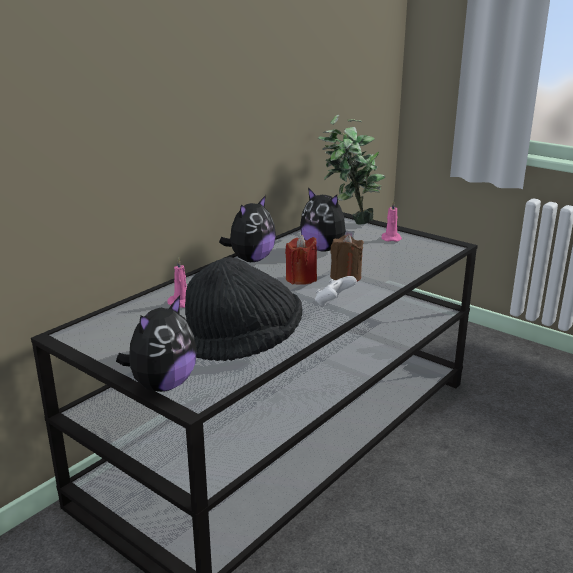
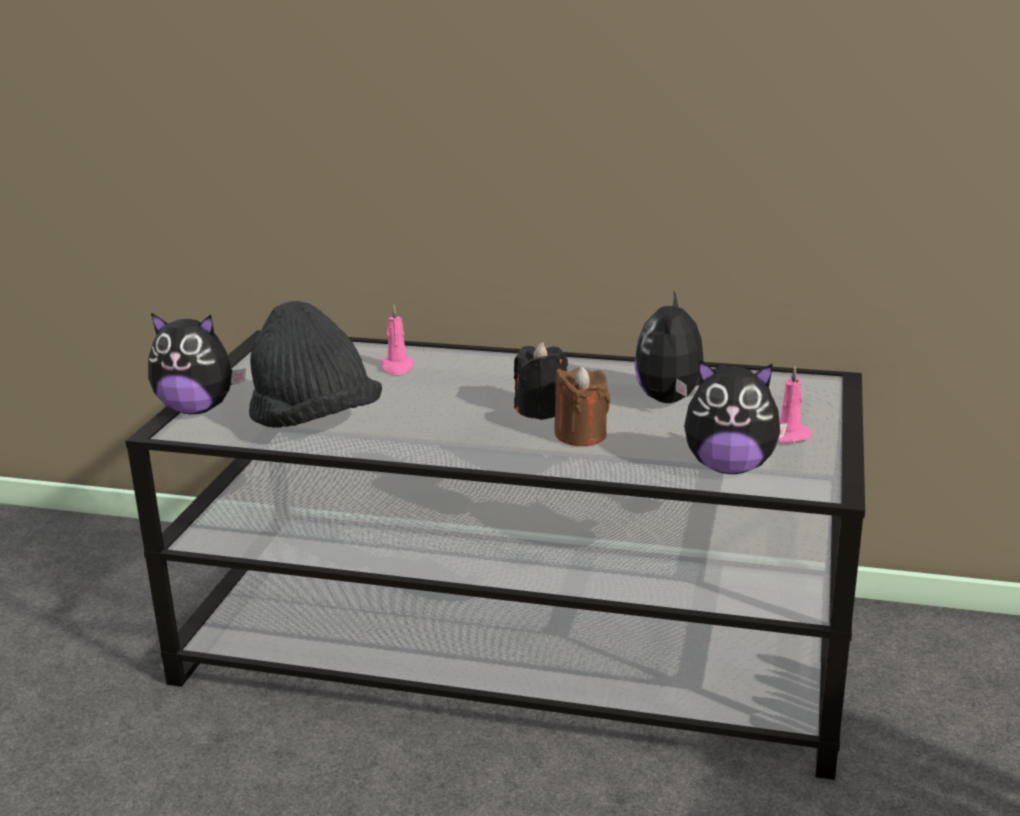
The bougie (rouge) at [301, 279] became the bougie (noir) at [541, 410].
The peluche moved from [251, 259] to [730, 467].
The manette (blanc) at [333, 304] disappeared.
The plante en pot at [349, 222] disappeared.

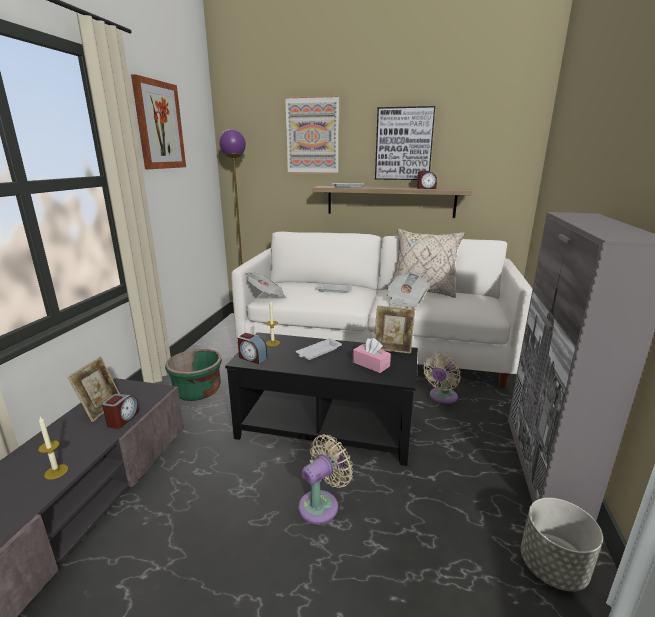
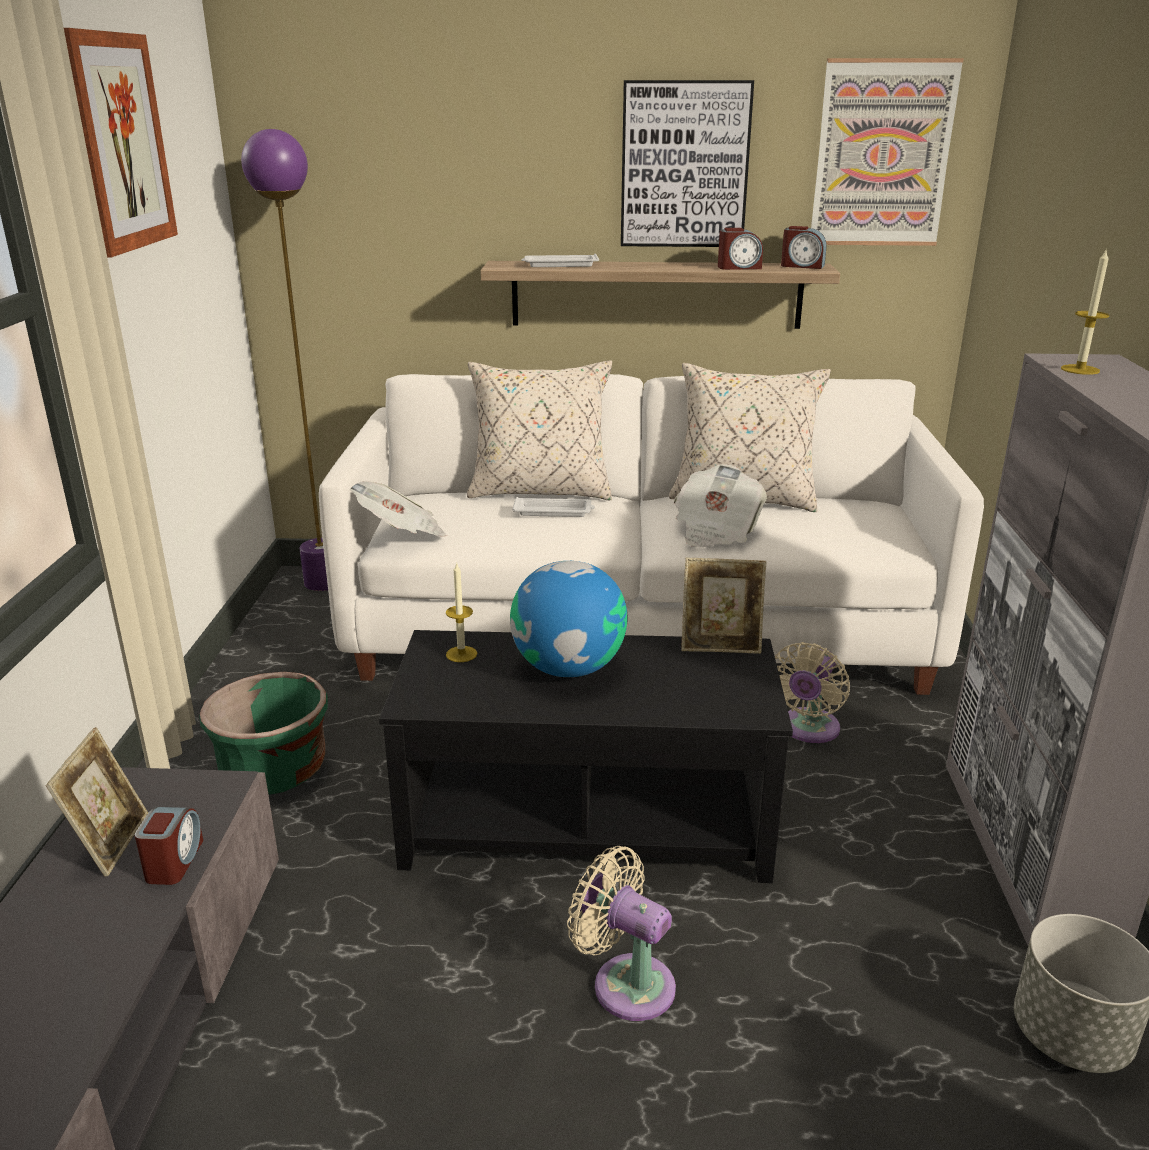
The coussin (beige) at [540, 491] appeared.
The plateau (blanc) at [318, 352] was replaced by the globe at [569, 667].
The ventilateur (beige) at [322, 504] turned 90 degrees counterclockwise.
The réveil moved from [252, 358] to [802, 266].
The tableau moved from [312, 136] to [882, 154].
The bougie moved from [56, 472] to [1080, 369].
The boîte à mouchoirs (rose) at [371, 364] disappeared.

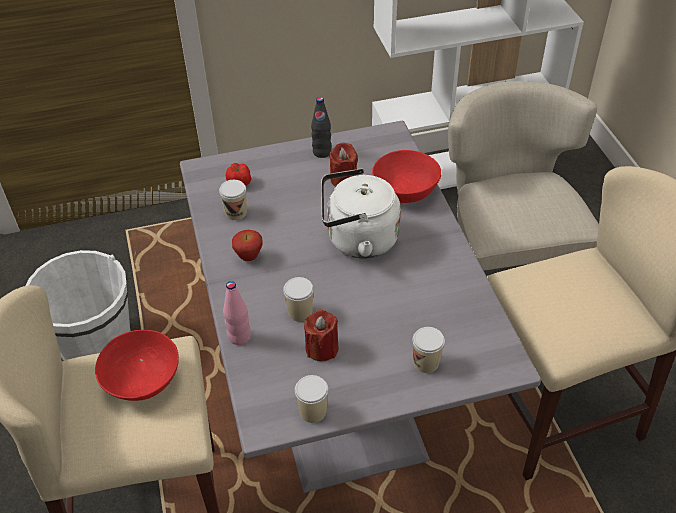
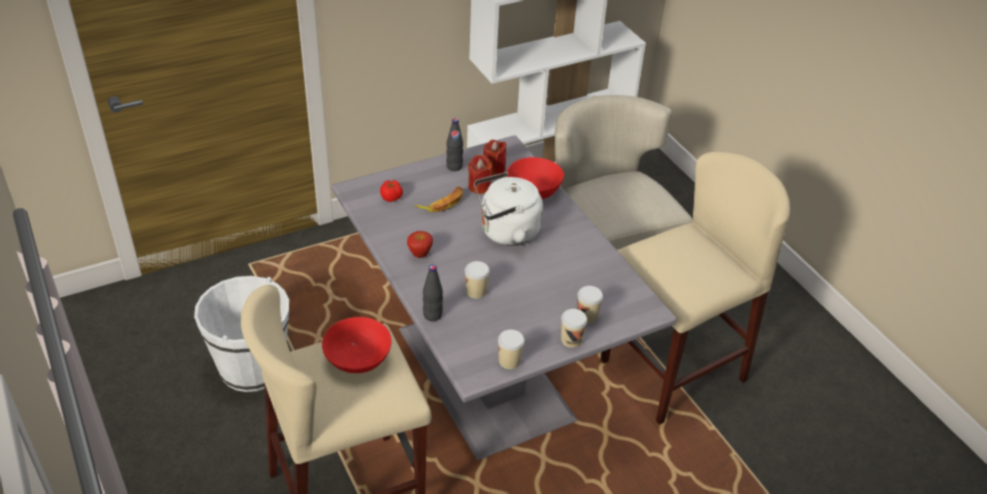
The banane at [442, 202] appeared.
The bouteille (rose) at [239, 337] became the bouteille (noir) at [432, 315].
The bougie (rouge) moved from [322, 348] to [494, 169].
The tasse moved from [236, 212] to [571, 340].

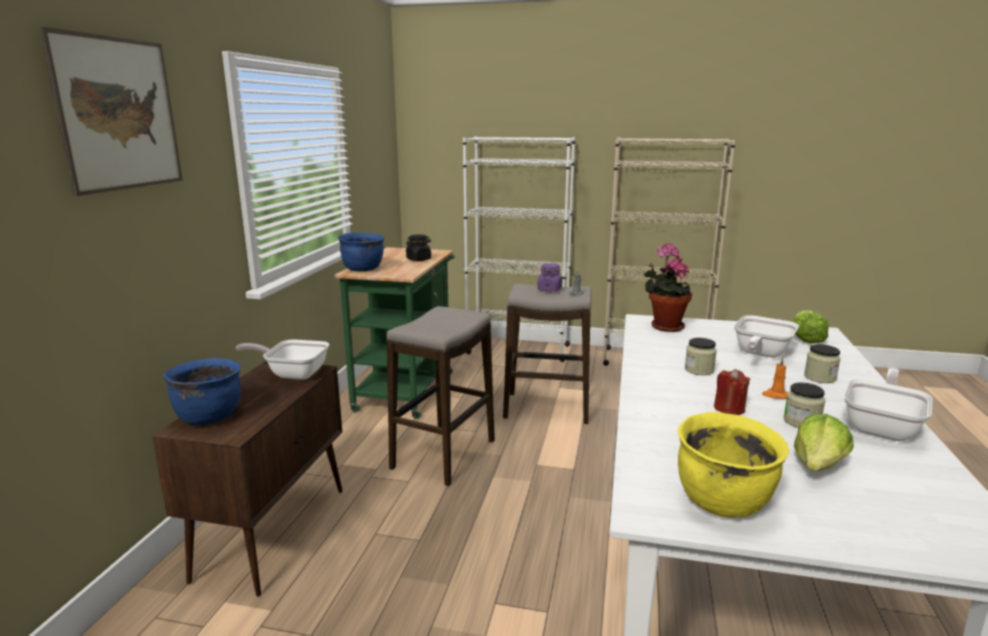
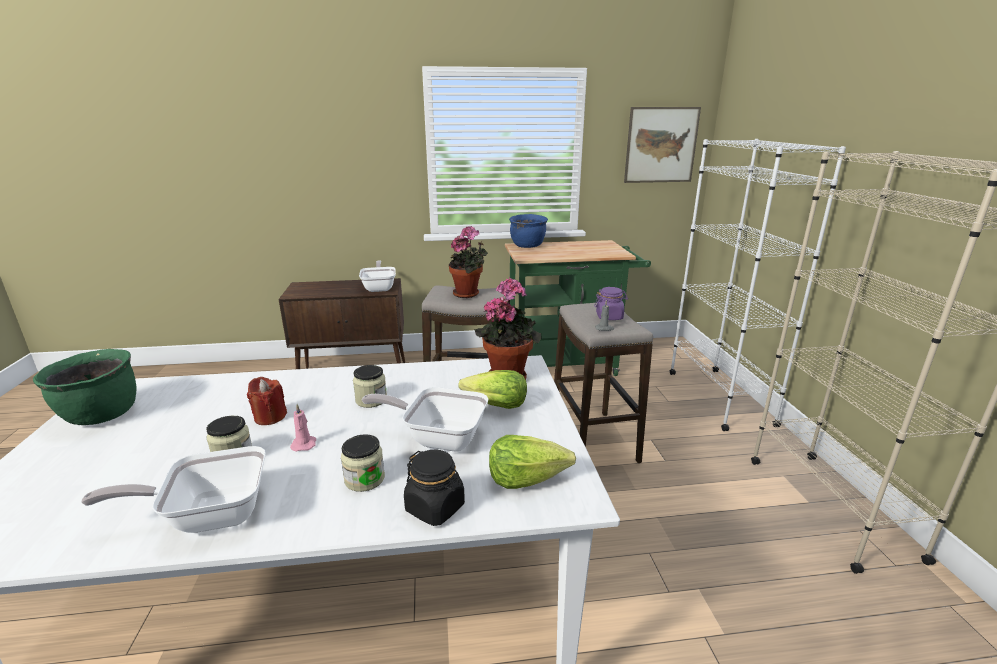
The marmite (jaune) at [723, 503] became the marmite (vert) at [101, 415].
The poêle at [882, 427] turned 150 degrees clockwise.
The bougie (orange) at [775, 395] became the bougie (rose) at [304, 444].
The bocal (noir) moved from [419, 259] to [435, 508].
The plante en pot at [468, 294] appeared.
The laitue moved from [818, 465] to [495, 405].
The tableau moved from [118, 114] to [661, 145].
The marmite (bleu) at [209, 417] disappeared.

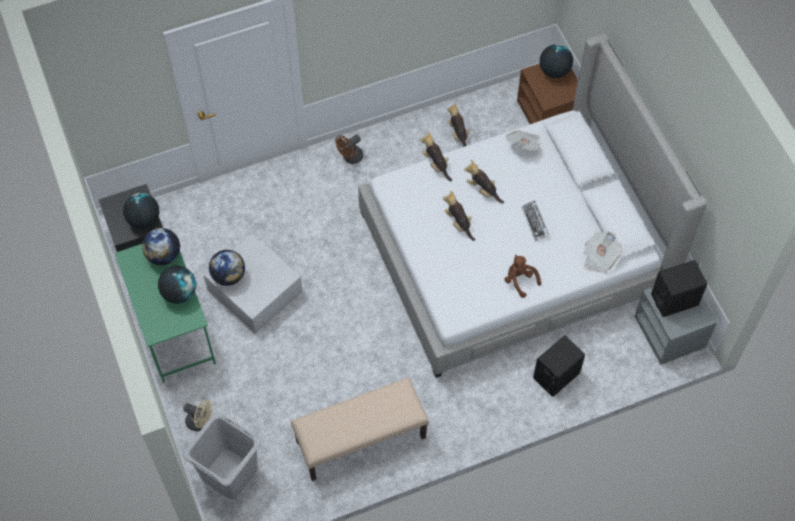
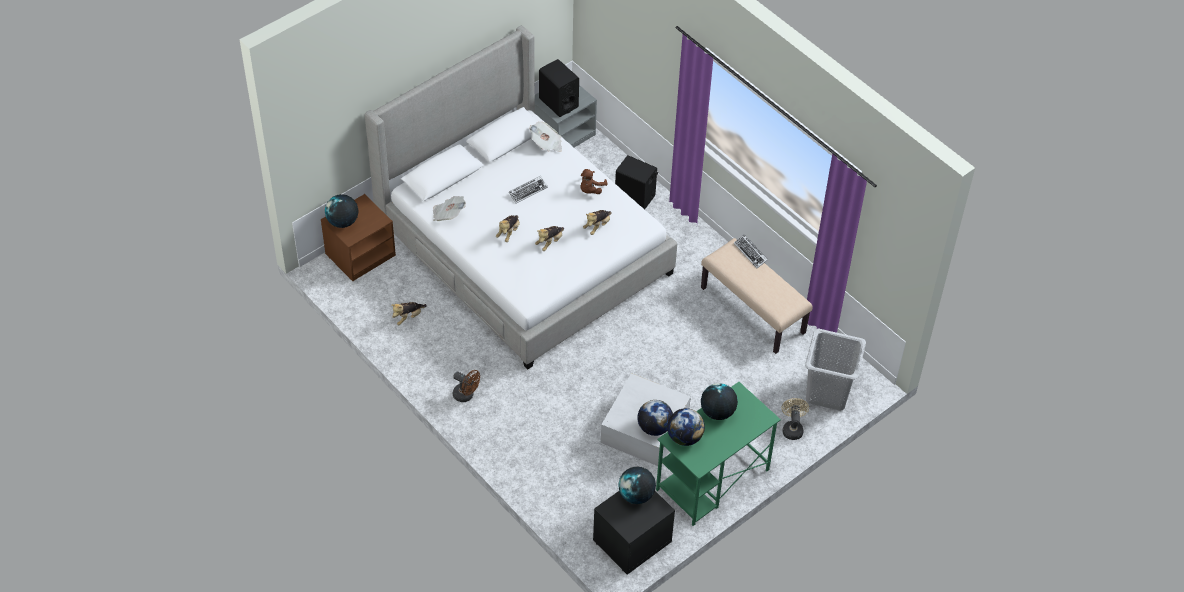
The peluche moved from [436, 164] to [597, 226].
The clavier at [750, 253] appeared.

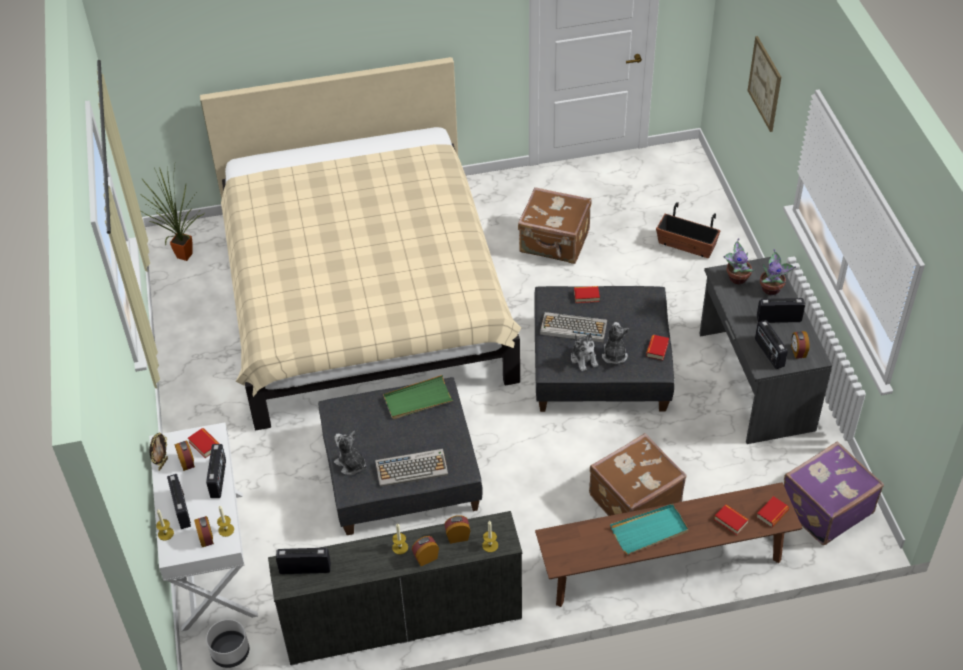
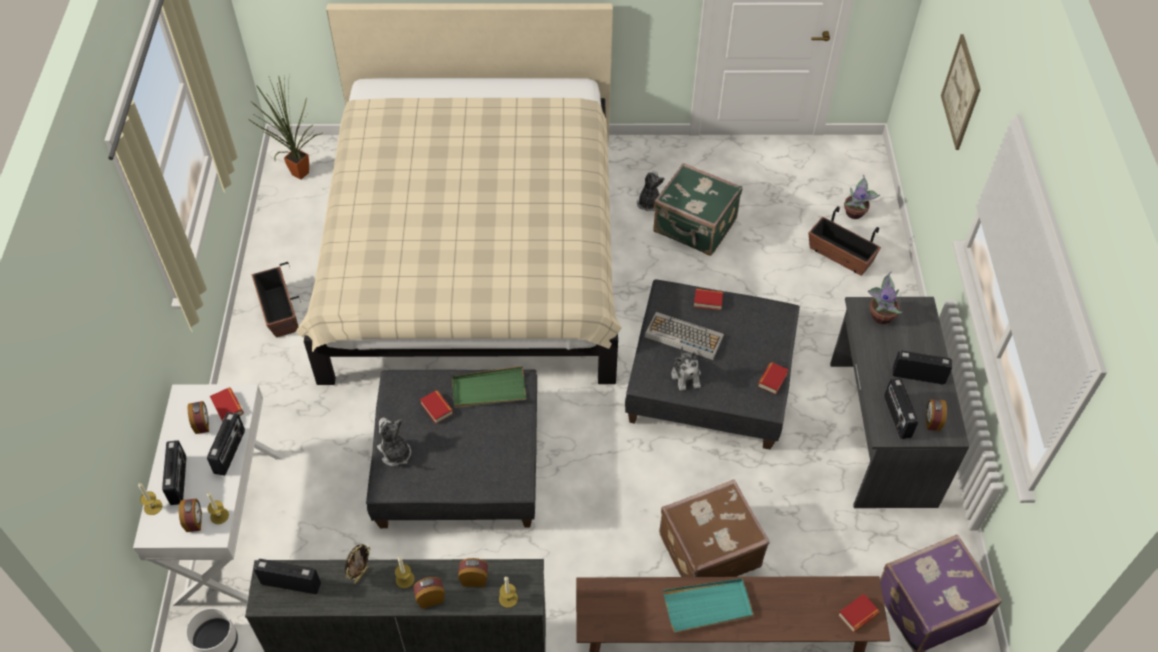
The cache-pot at [279, 311] appeared.
The cadre photo moved from [162, 464] to [361, 575].
The livre moved from [731, 521] to [437, 408].
The peluche moved from [614, 355] to [649, 203].
The valise (marron) at [554, 242] became the valise (vert) at [694, 227].
The plante en pot moved from [772, 289] to [855, 213].
The clavier at [412, 468] disappeared.

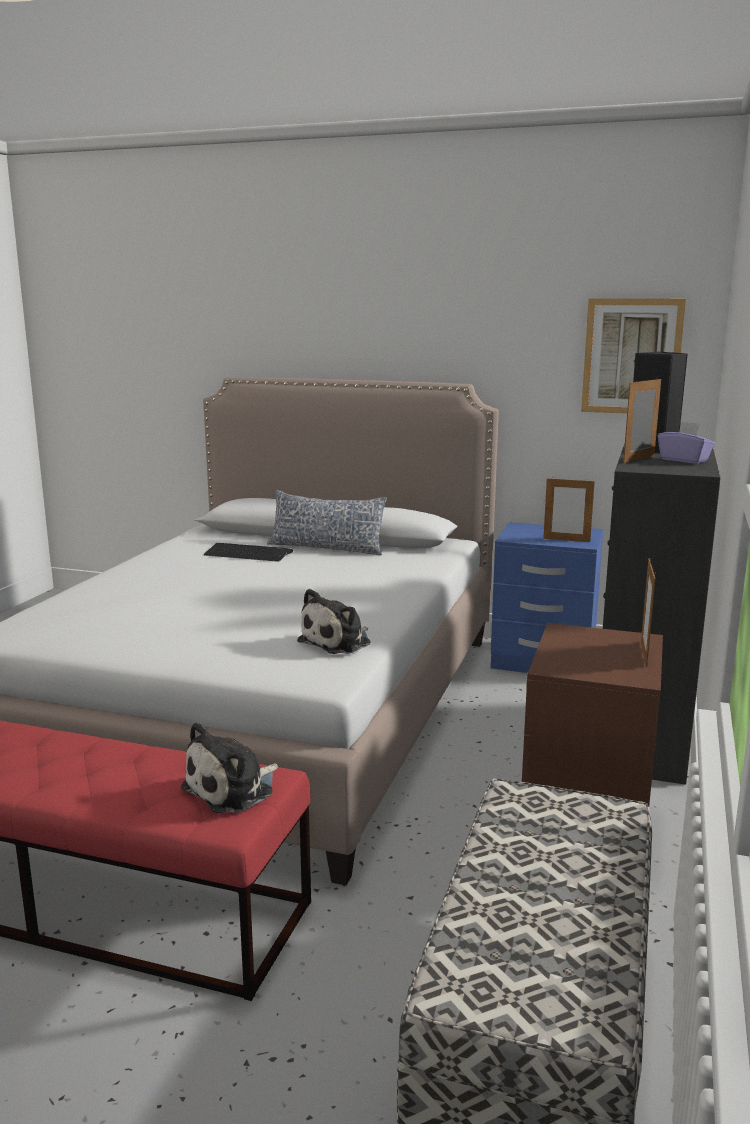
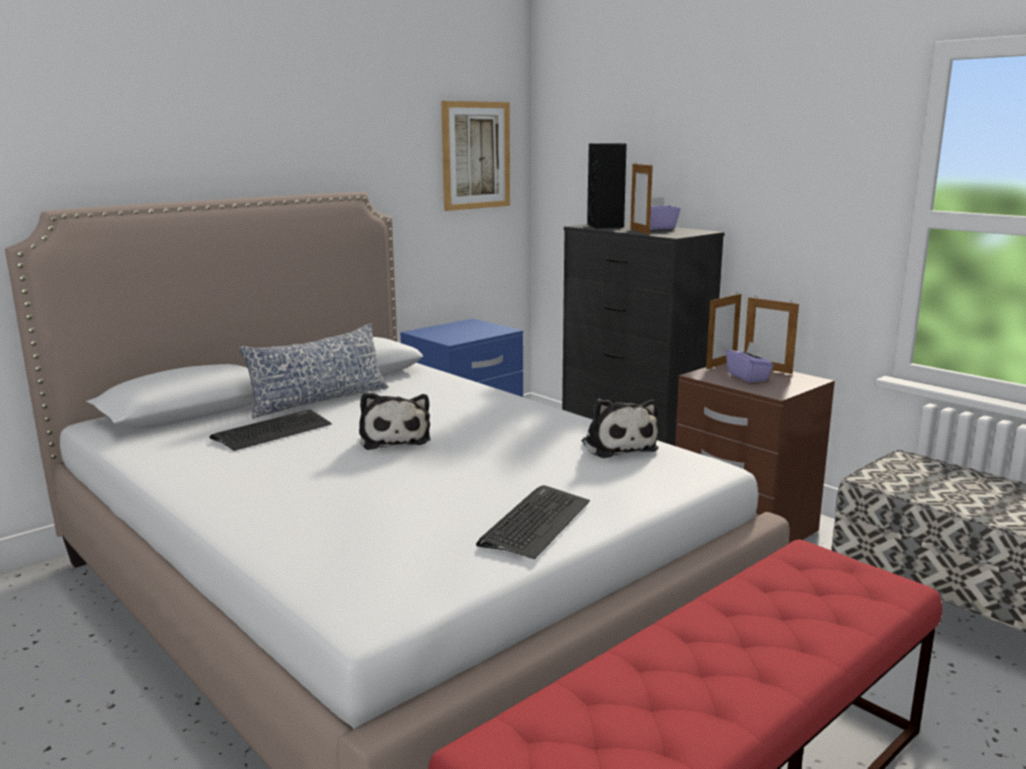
The peluche moved from [233, 789] to [394, 438].
The clavier at [535, 523] appeared.
The cadre photo moved from [566, 540] to [721, 364].
The boîte à mouchoirs (violet) at [748, 377] appeared.

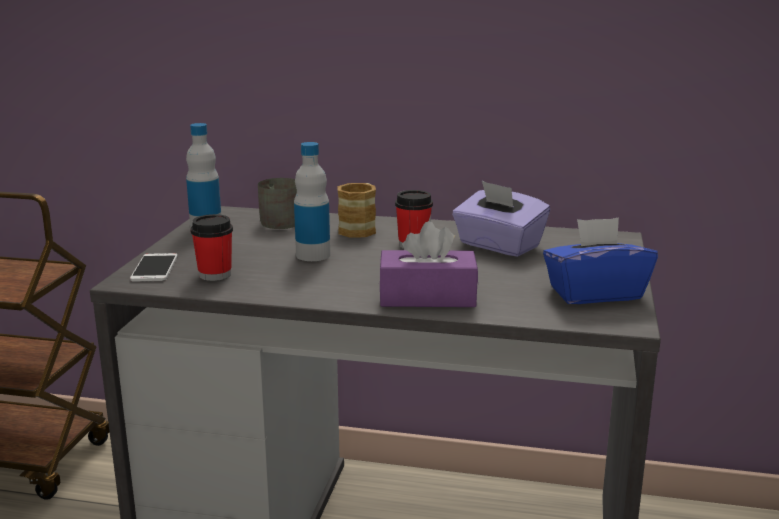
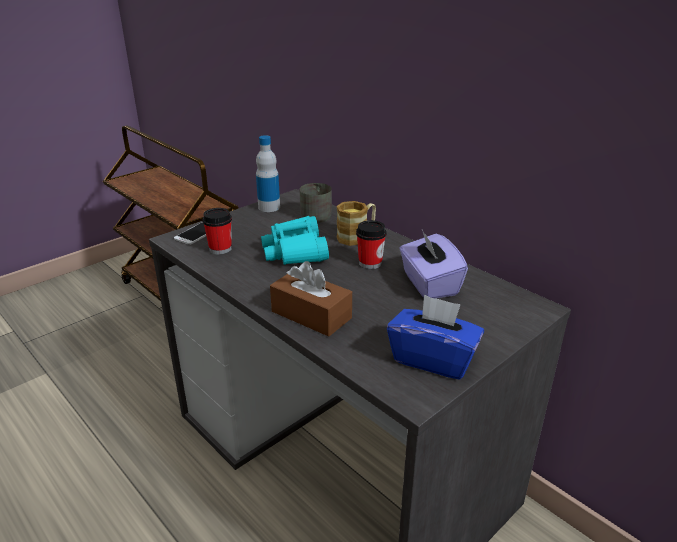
The bouteille at [313, 255] was replaced by the jumelles (turquoise) at [295, 251].
The boîte à mouchoirs (violet) at [427, 297] became the boîte à mouchoirs (marron) at [311, 315].

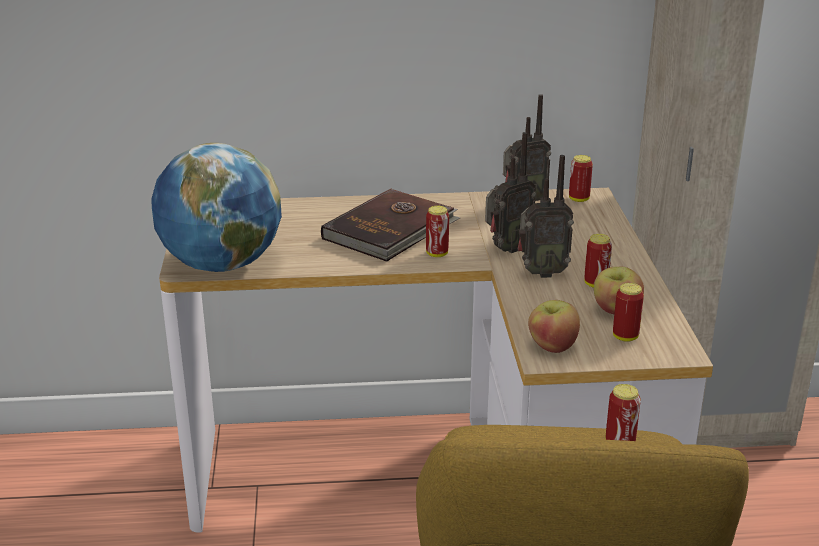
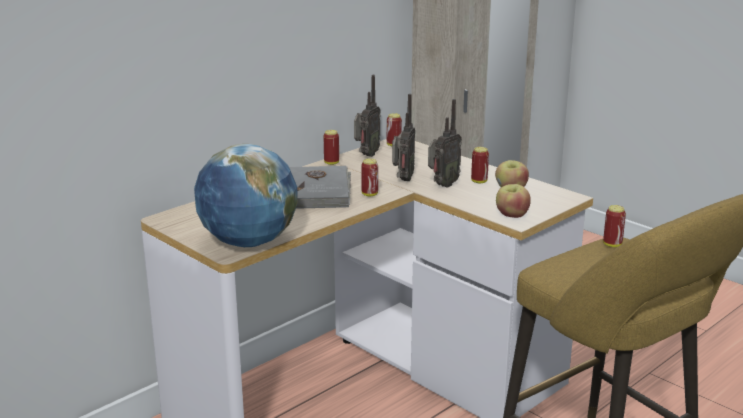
The livre (marron) at [391, 230] became the livre (gris) at [318, 191].
The boîte métallique moved from [625, 337] to [331, 163].

